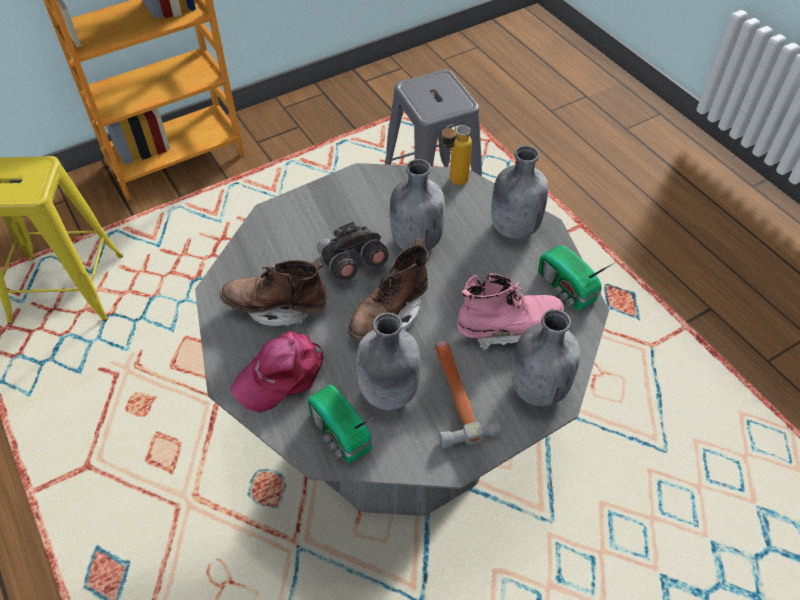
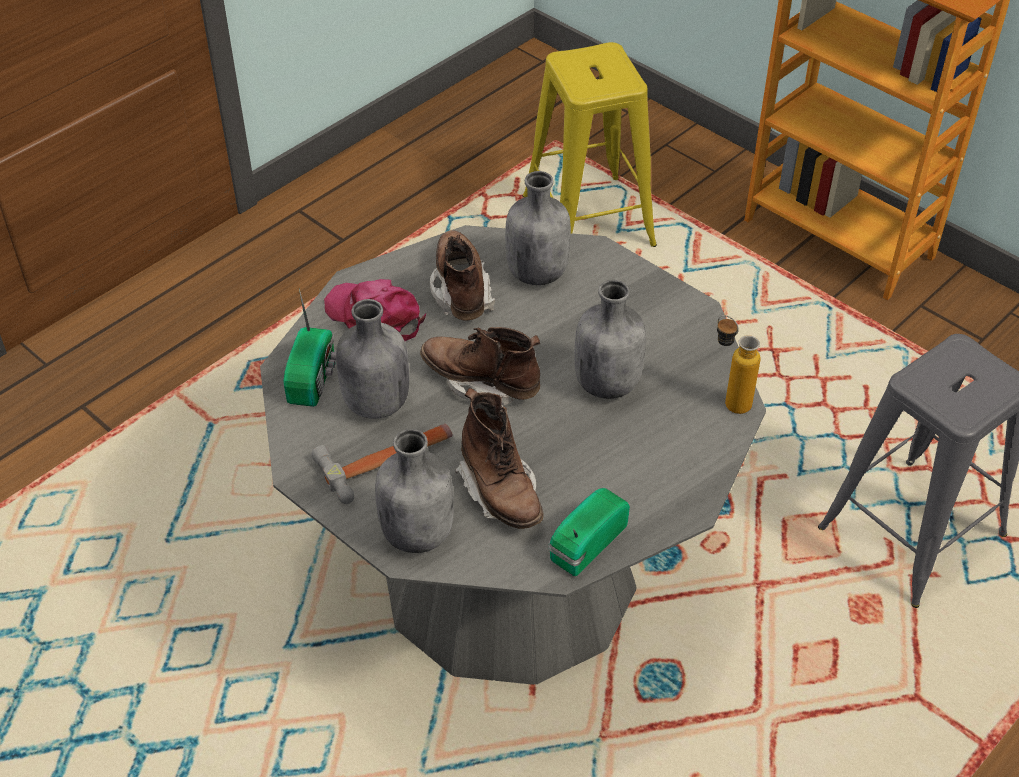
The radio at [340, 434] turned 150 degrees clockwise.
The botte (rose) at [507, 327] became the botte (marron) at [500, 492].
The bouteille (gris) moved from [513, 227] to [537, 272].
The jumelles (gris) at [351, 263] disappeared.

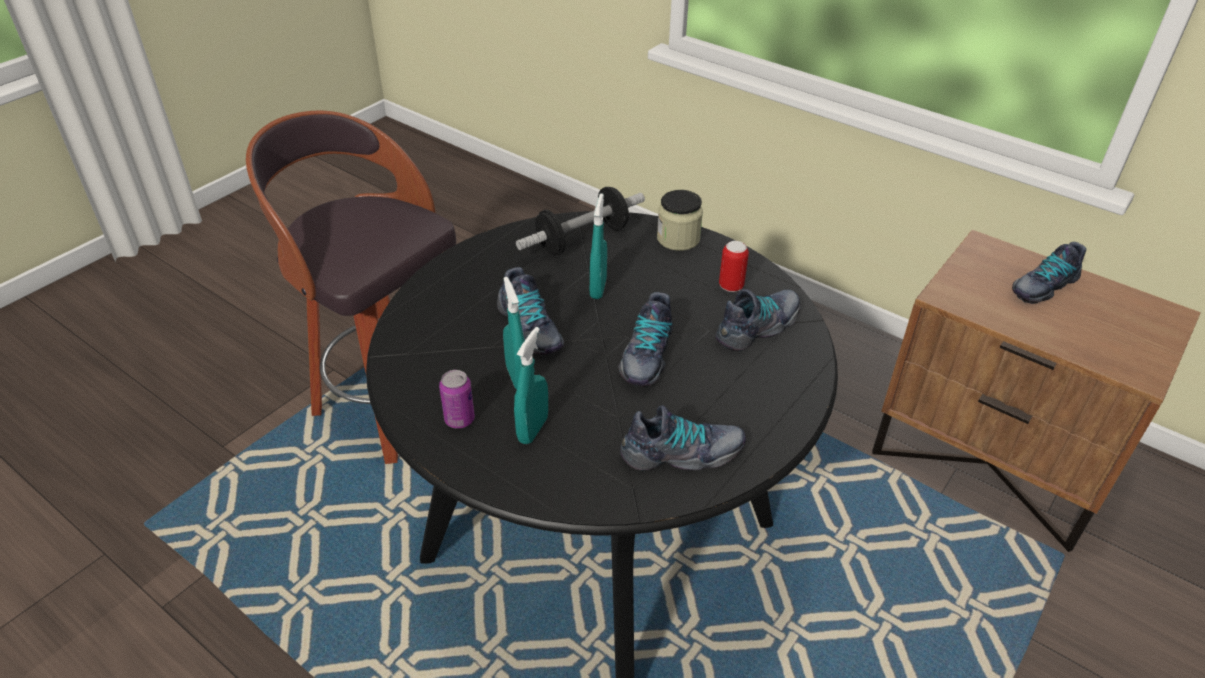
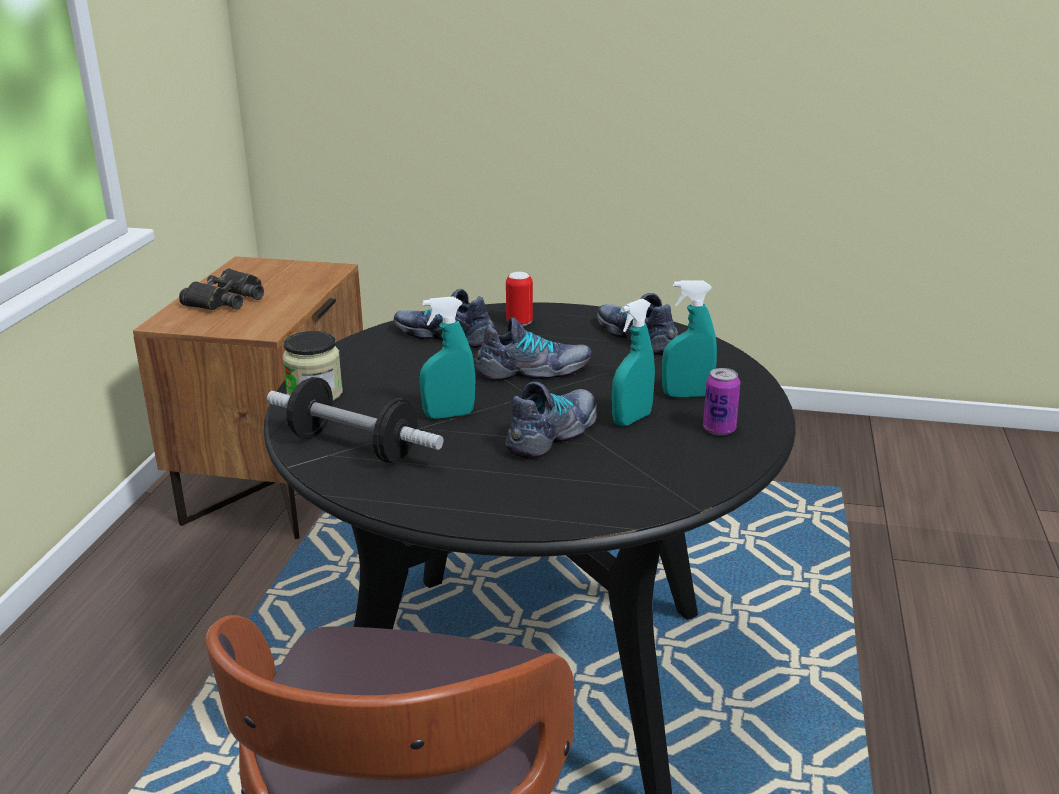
The chaussure at [1043, 286] was replaced by the jumelles (noir) at [226, 299].
The boîte métallique moved from [731, 286] to [519, 323].

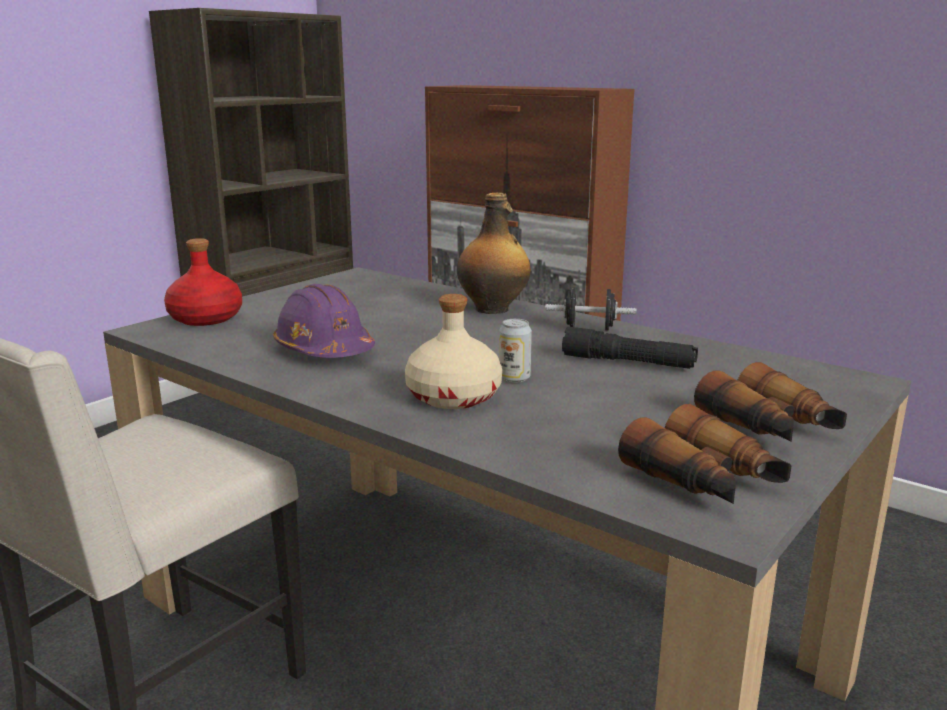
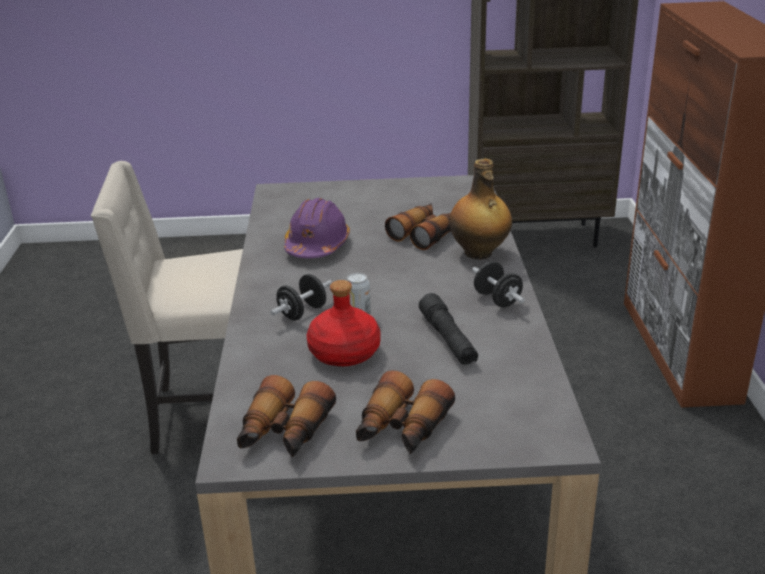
The bouteille (beige) at [454, 397] was replaced by the haltère (noir) at [302, 312].
The bouteille (rouge) moved from [206, 318] to [345, 352].
The jumelles at [427, 234] appeared.

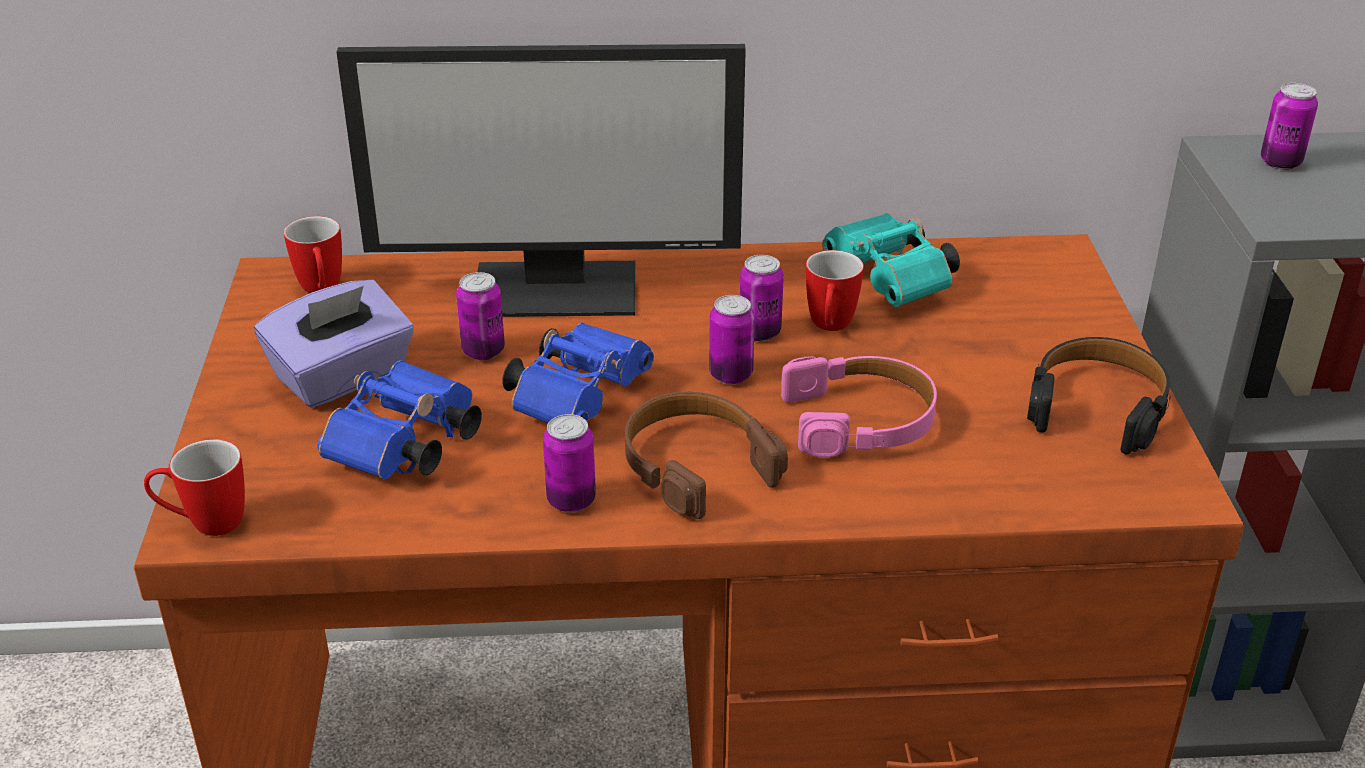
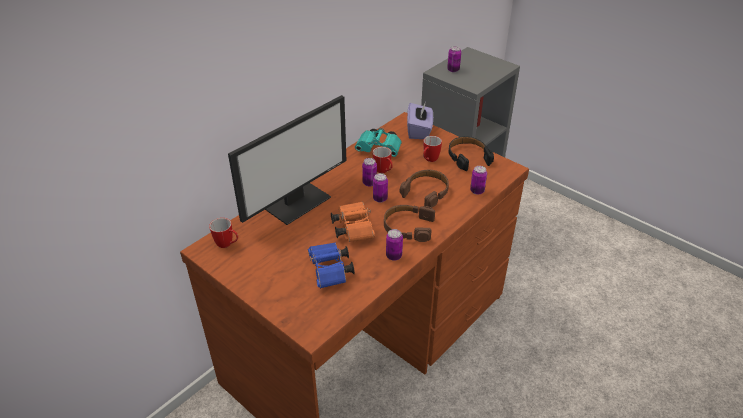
The jumelles (bleu) at [580, 396] became the jumelles (orange) at [352, 228].
The casque audio (rose) at [860, 420] became the casque audio (marron) at [426, 192].
The boîte à mouchoirs (violet) moved from [343, 377] to [419, 131].
The mug moved from [204, 524] to [429, 160].
The boîte métallique moved from [483, 351] to [477, 191].

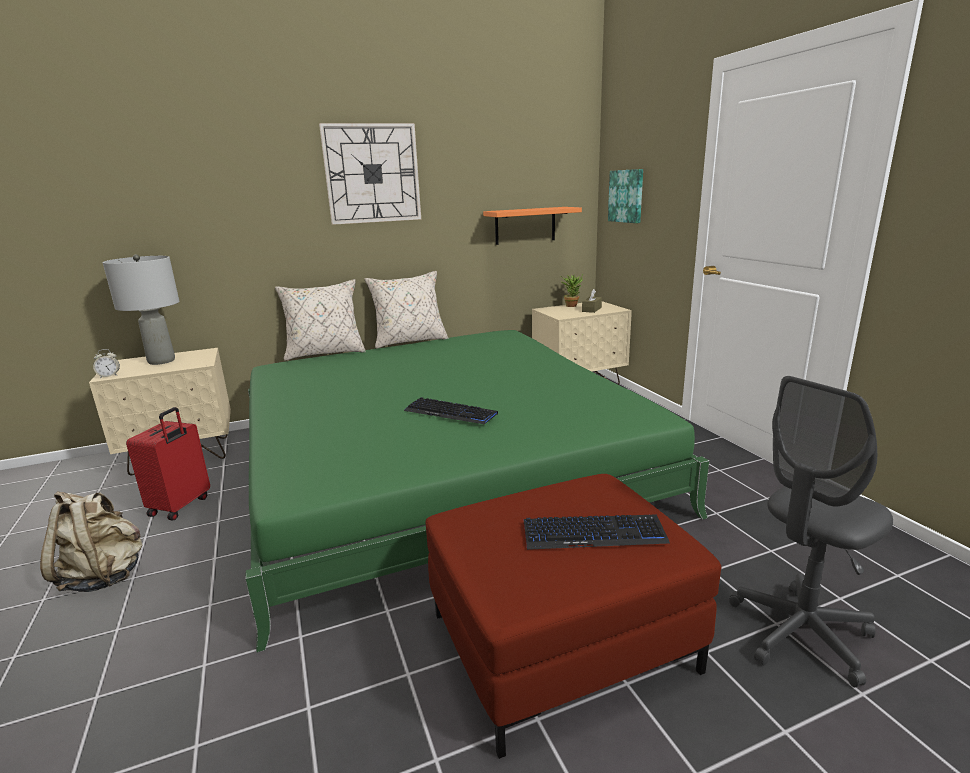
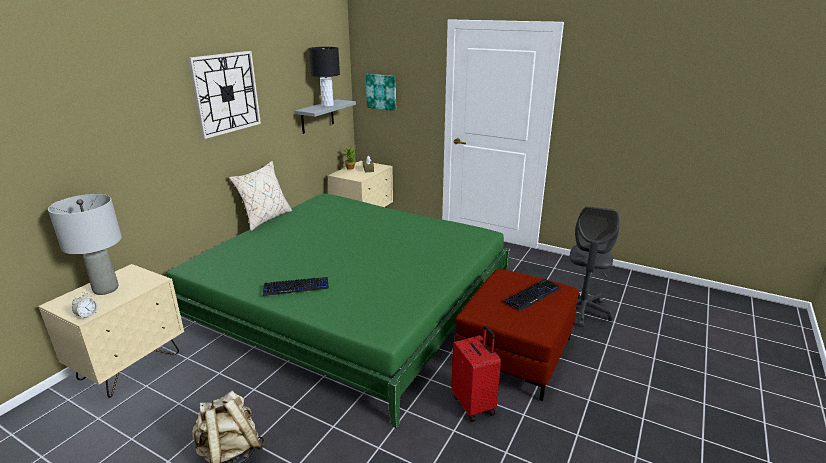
The clavier moved from [450, 413] to [296, 287].
The étagère (orange) at [525, 225] became the étagère (gris) at [317, 116].
The lampe de table (noir) at [327, 105] appeared.
The valise (rouge) moved from [181, 506] to [474, 404].
The coussin (beige) at [325, 353] disappeared.

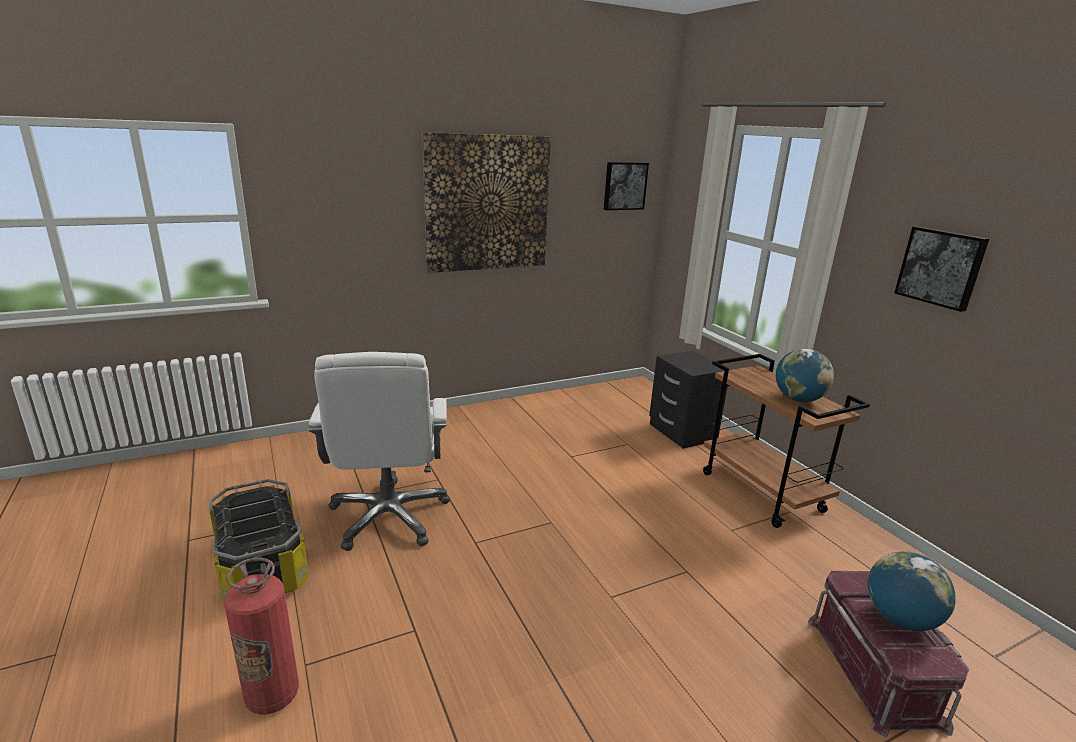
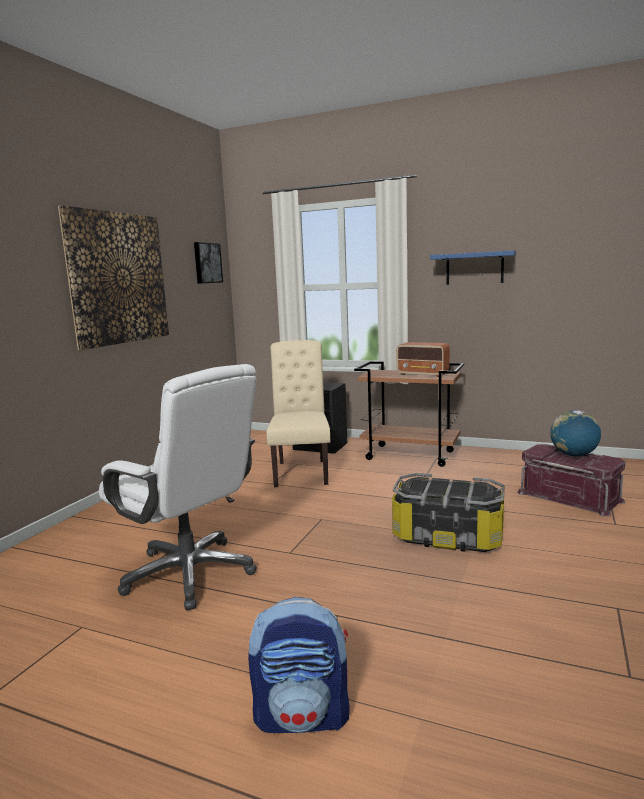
The extincteur at [272, 695] was replaced by the sac à dos at [303, 716].
The chaise (beige) at [301, 471] appeared.
The boîte de rangement moved from [263, 566] to [448, 536].
The globe at [798, 399] was replaced by the radio at [423, 374].
The tableau at [941, 267] was replaced by the étagère (bleu) at [474, 268].

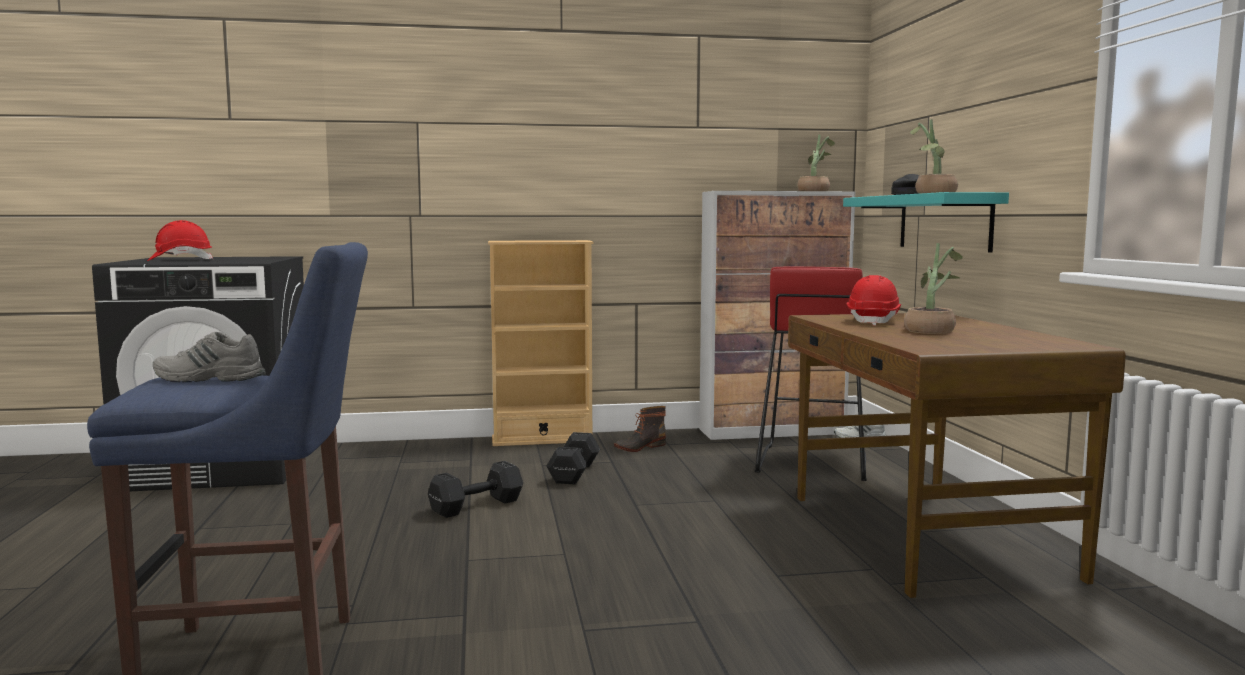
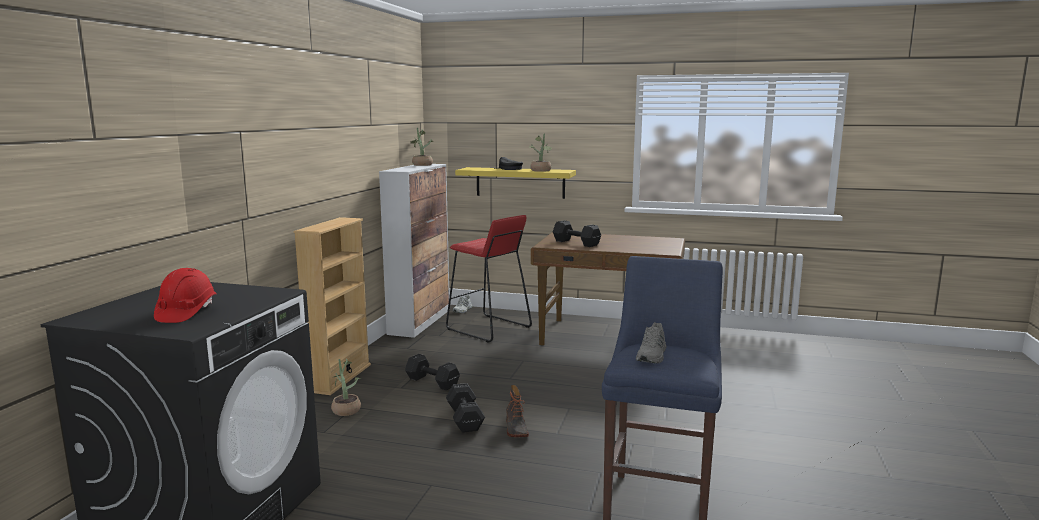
The plante en pot moved from [931, 330] to [345, 409].
The étagère (turquoise) at [944, 222] became the étagère (jaune) at [520, 182].
The botte moved from [639, 447] to [515, 429].
The casque de chantier (rouge) at [873, 321] was replaced by the haltère (noir) at [575, 243].

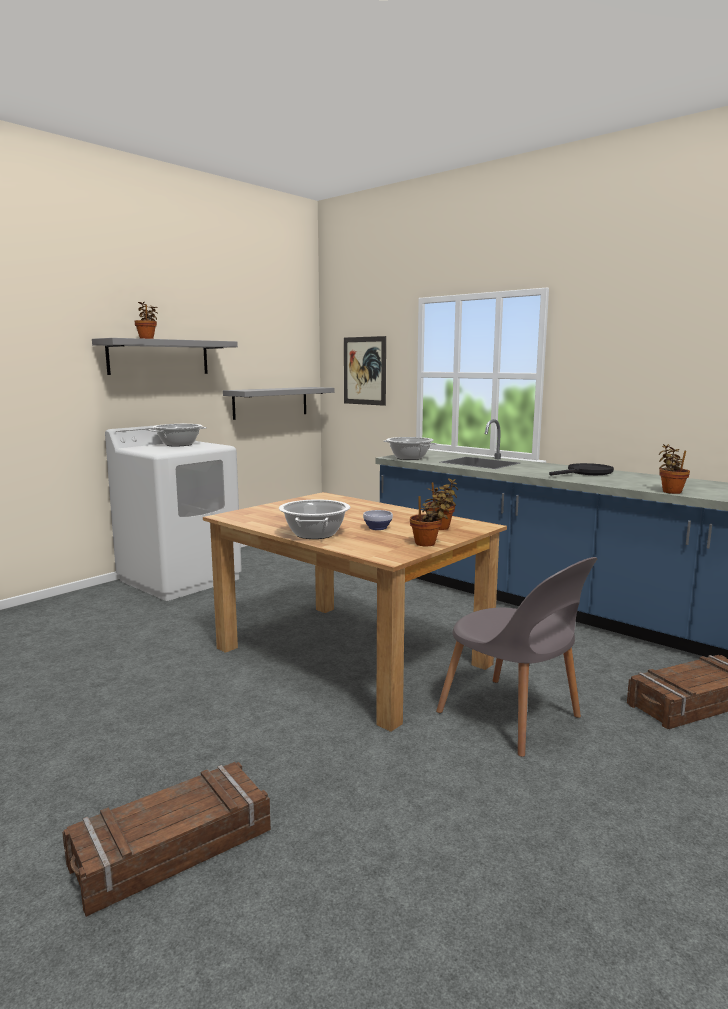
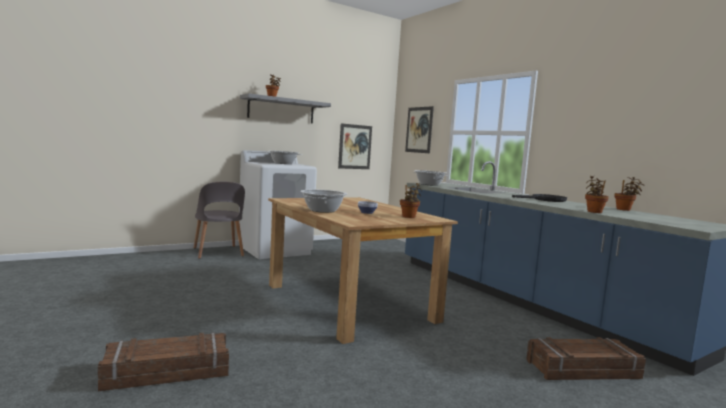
The chaise (gris) moved from [513, 717] to [218, 253].
The étagère (gris) at [270, 402] was replaced by the tableau at [355, 147].
The plante en pot moved from [427, 543] to [625, 210].

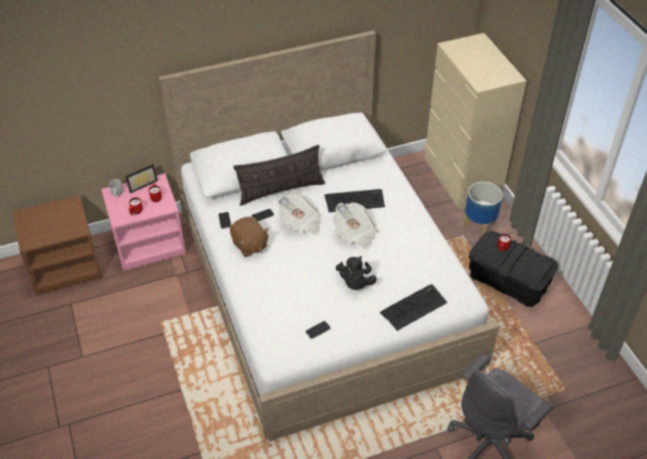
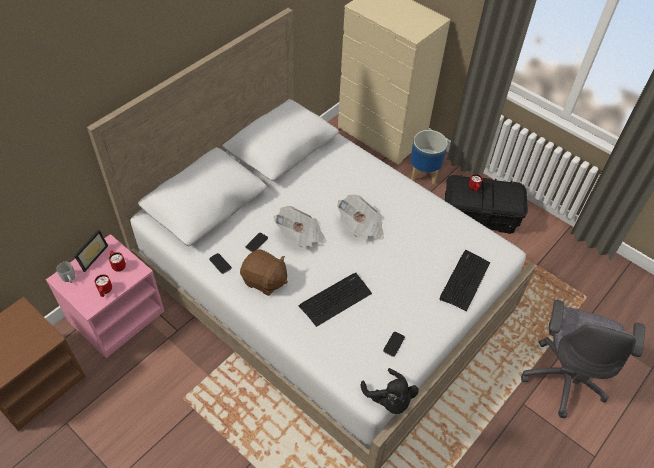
The clavier moved from [354, 201] to [335, 299].
The peluche (noir) moved from [355, 283] to [389, 400].
The coussin at [281, 190] disappeared.

